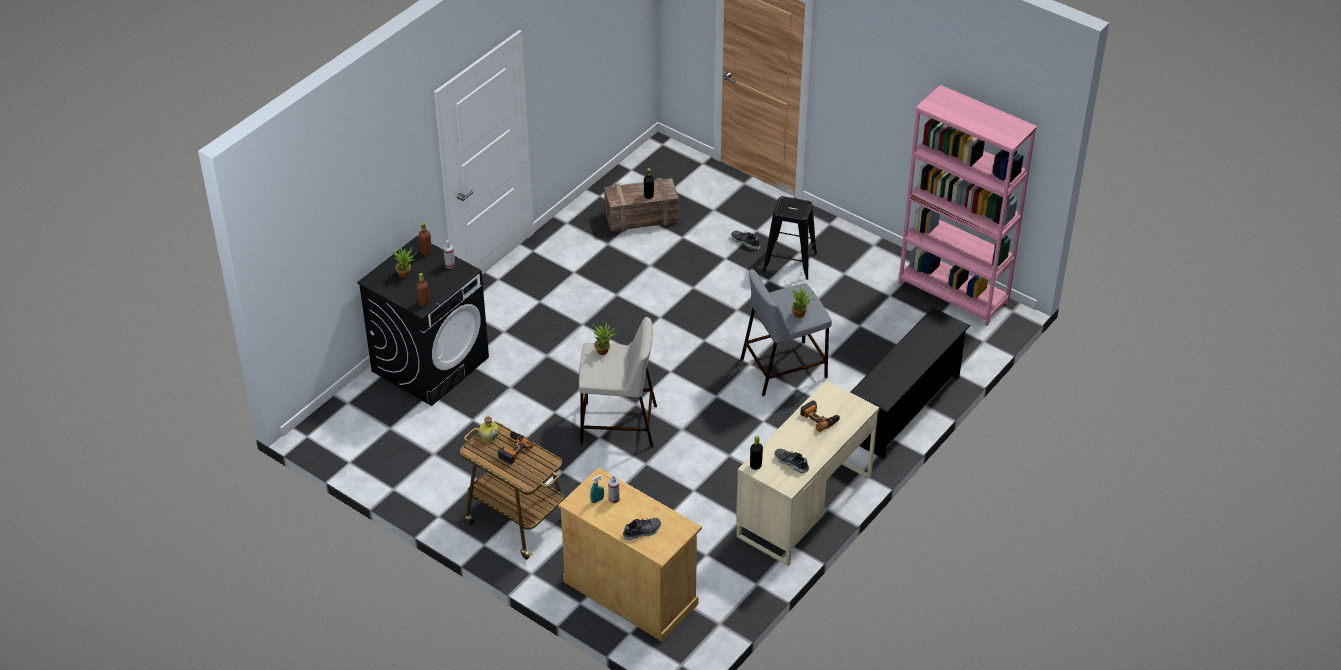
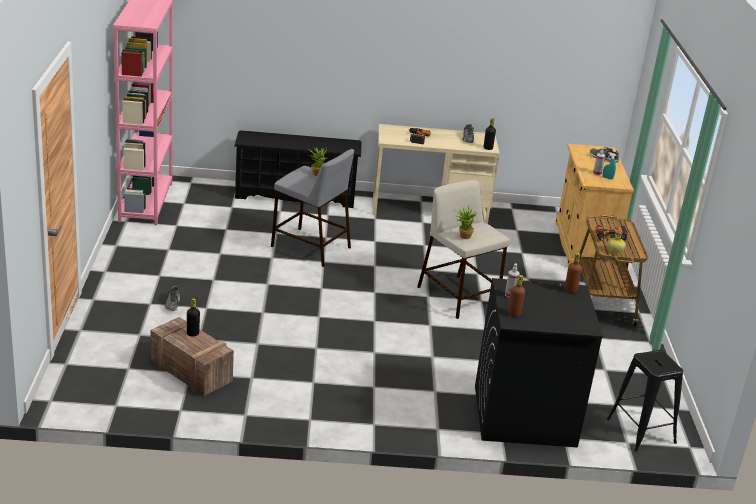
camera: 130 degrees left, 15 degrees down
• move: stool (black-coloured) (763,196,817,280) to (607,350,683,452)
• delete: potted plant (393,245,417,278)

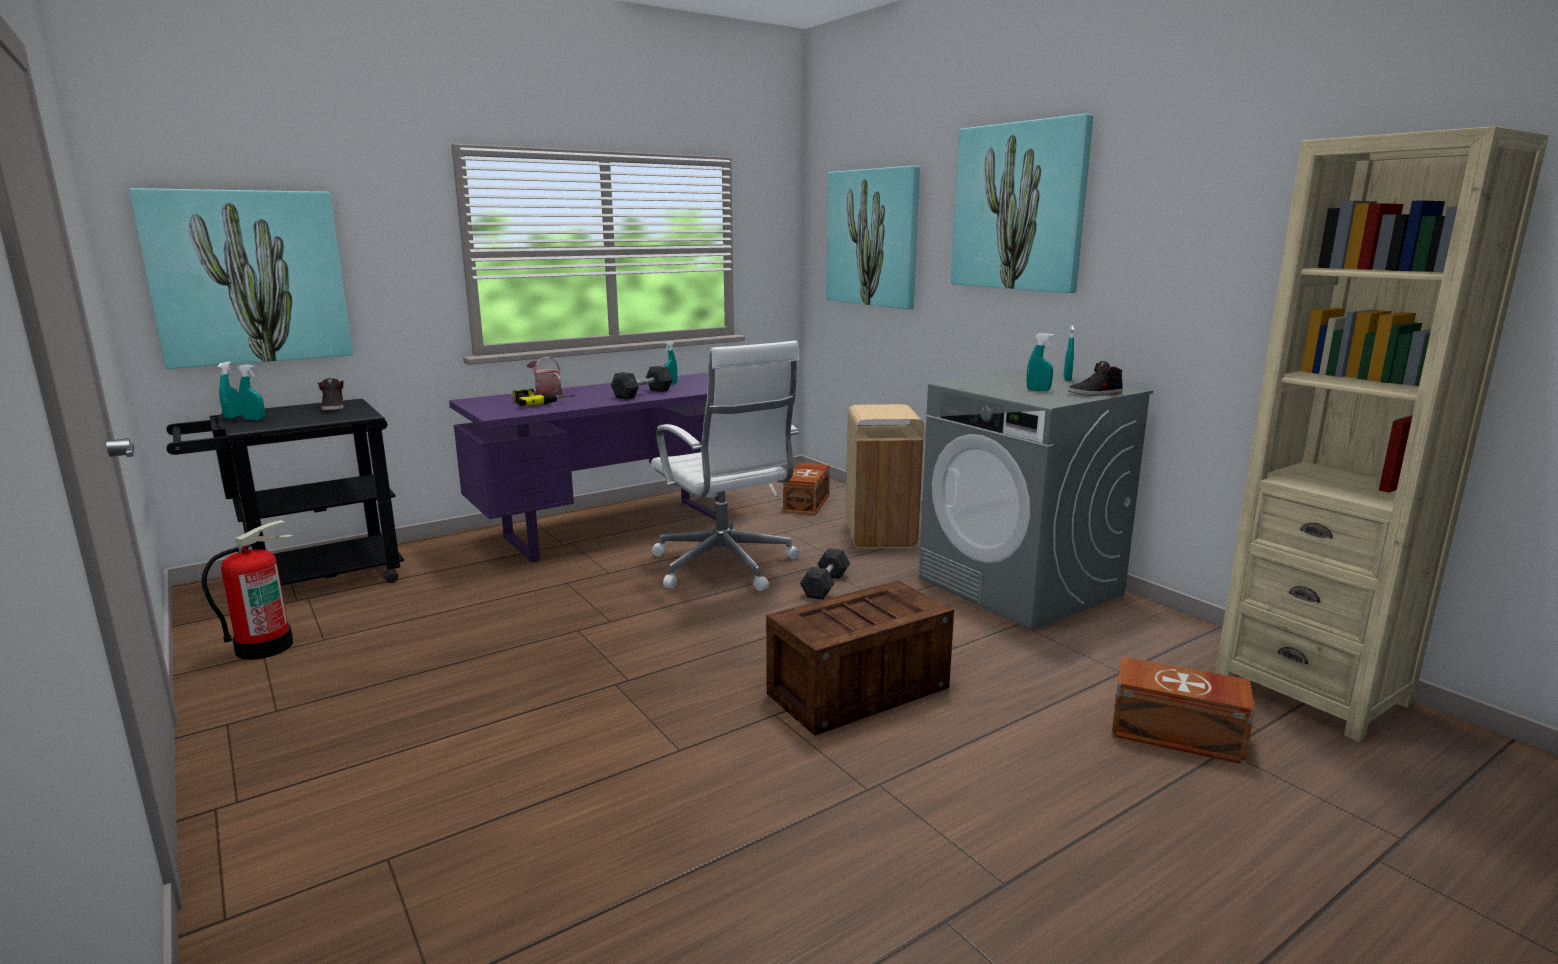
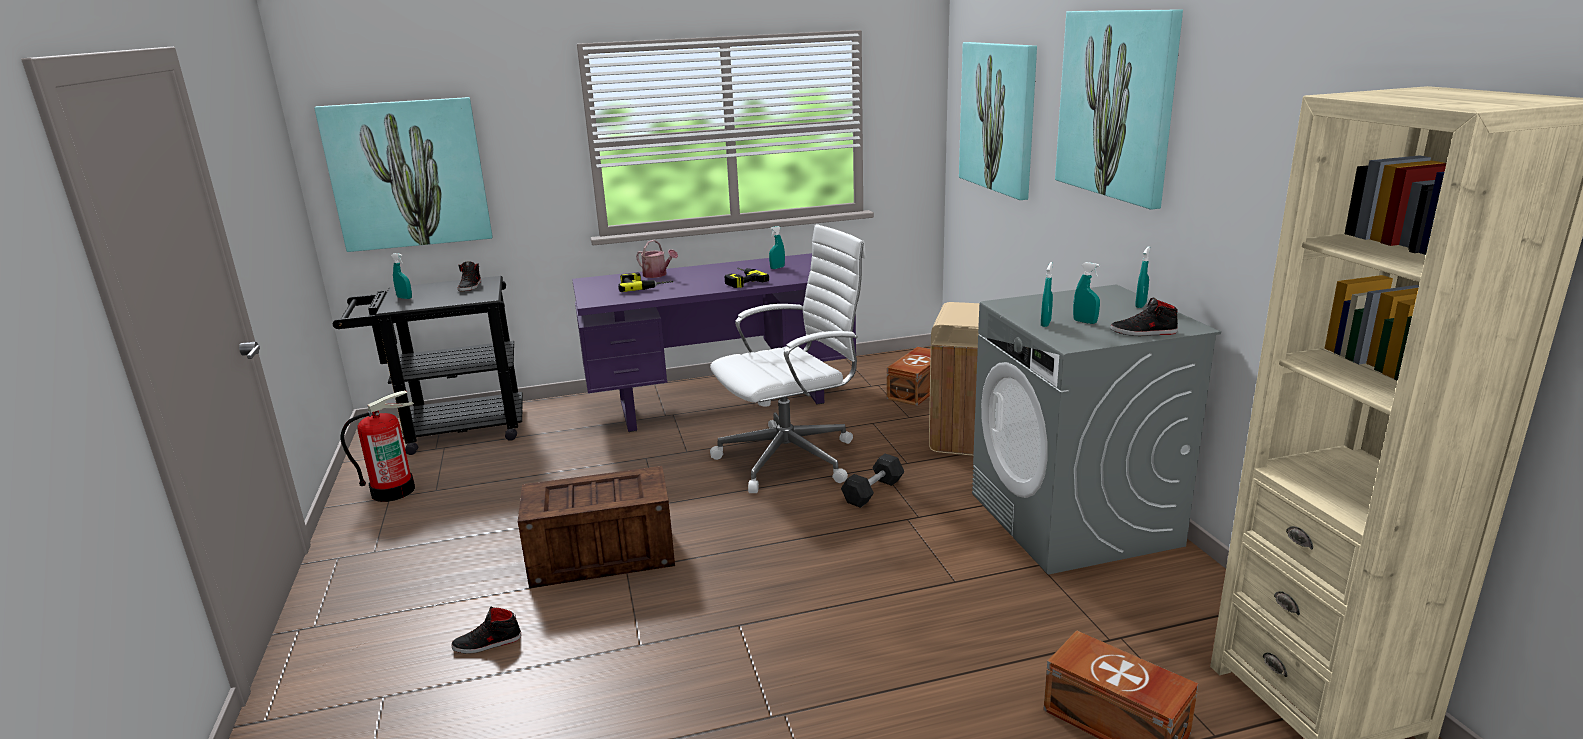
camera: 20 degrees right, 5 degrees up
• insert: shoe (black-coloured) (451,607,521,654)
• move: crate (766,580,954,736) to (518,466,675,588)
• rotate: watering pot (527,357,562,396) = (636,240,678,278) 150 degrees clockwise
• rotate: computer chair (whitish) (651,341,800,591) = (710,224,866,493) 105 degrees counterclockwise
• replace: dumbbell (gray) (611,366,673,400) to drill (725,267,769,288)
• move: hand sprayer (turquoise) (217,362,242,419) to (1041,262,1053,327)

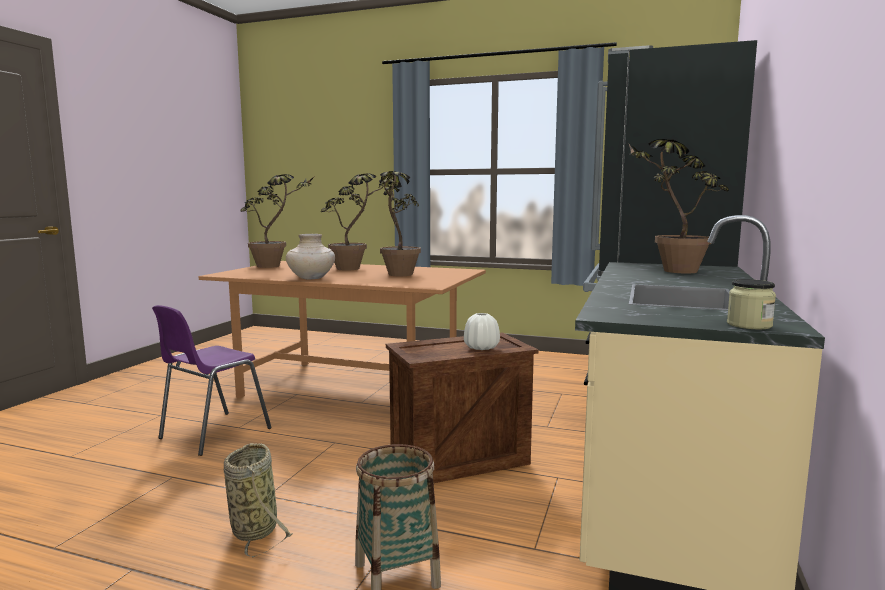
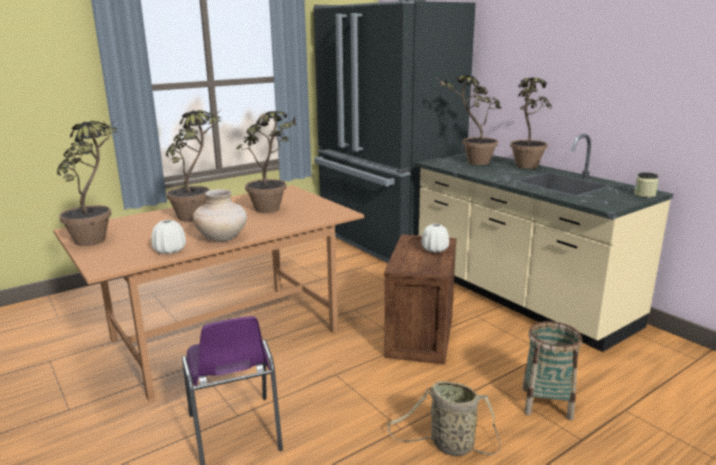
camera: 55 degrees left, 10 degrees up
• insert: flower vase (whitish) (152,220,186,254)
• insert: potted plant (510,77,552,169)

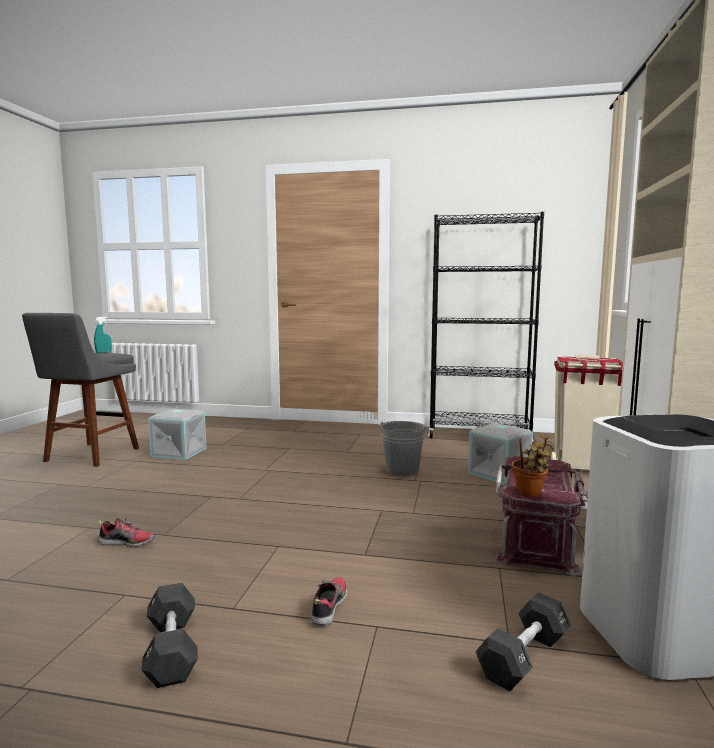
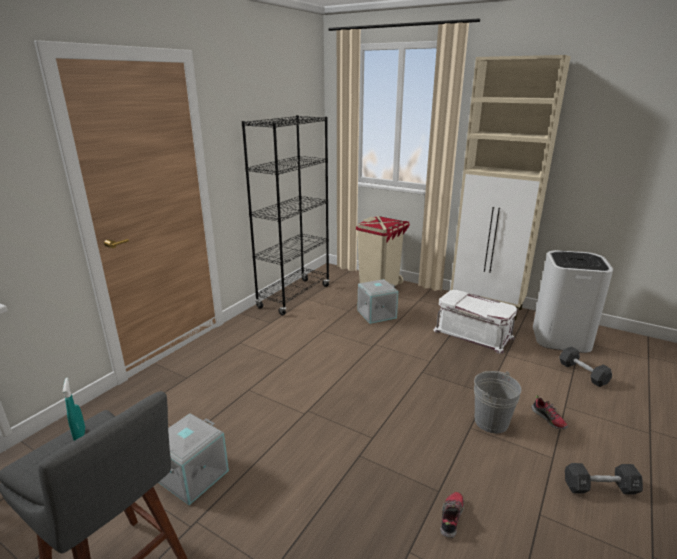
camera: 70 degrees left, 15 degrees up
• recolor: storage container (red) (495,456,588,576) to storage container (whitish) (434,290,518,354)
• move: pail (gray) (380,421,428,476) to (474,371,522,433)
• rotate: shoe (311,578,347,626) = (531,395,568,429) 150 degrees counterclockwise
• delete: potted plant (511,434,553,497)

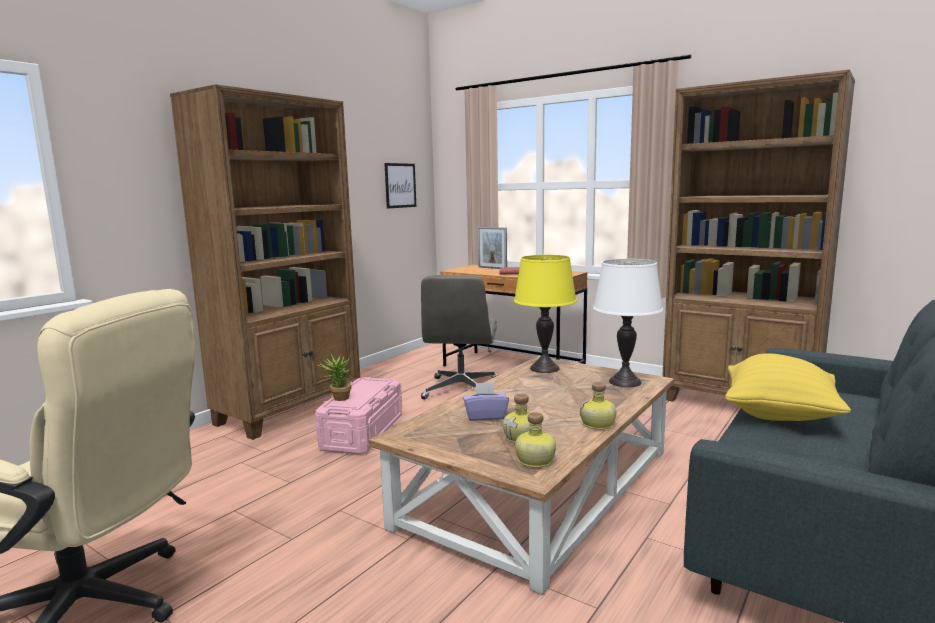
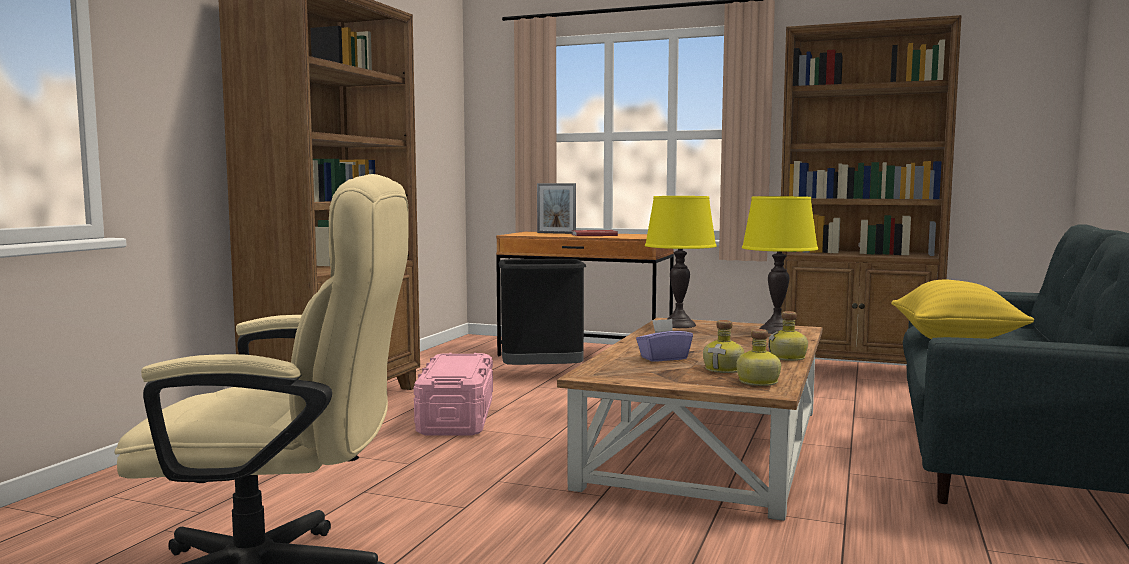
camera: 15 degrees left, 5 degrees down
• replace: computer chair (gray) (421,275,498,400) to waste bin (black-coloured) (499,259,586,365)
• recolor: tabletop lamp (whitish) (593,259,663,387) to tabletop lamp (yellow) (742,196,818,334)
• delete: potted plant (317,353,352,401)
• delete: wall art (384,163,416,209)

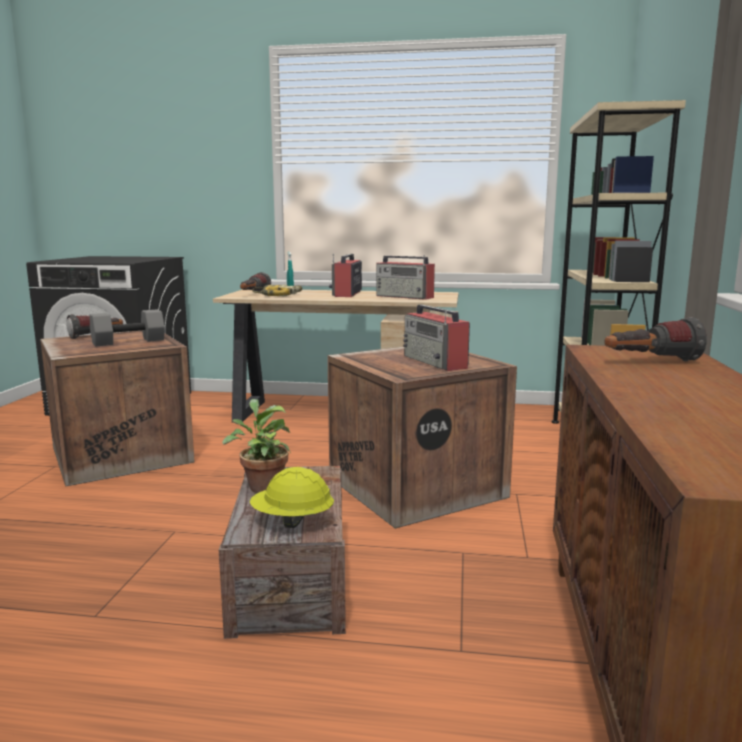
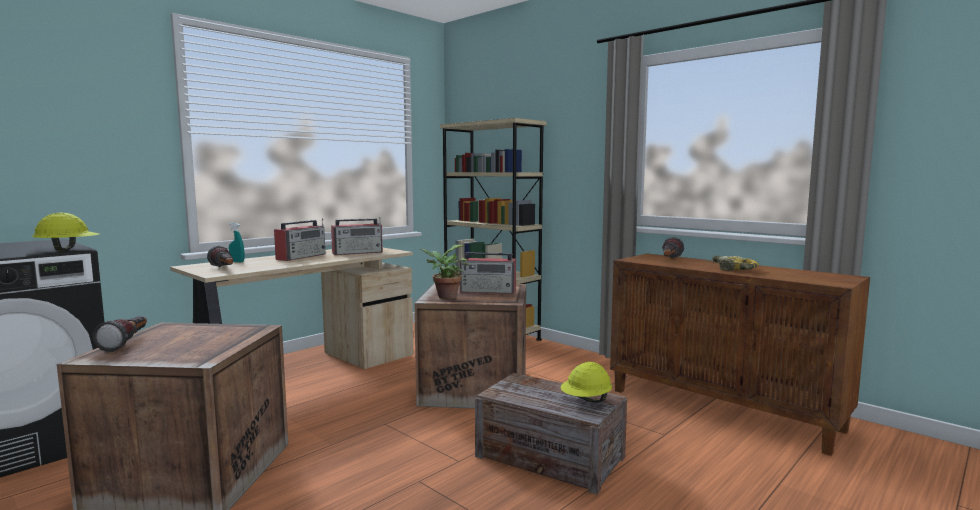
camera: 55 degrees left, 5 degrees down
• insert: safety helmet (yellow) (32,213,100,251)
• rotate: radio set (329,254,362,297) = (274,218,325,261) 105 degrees counterclockwise
• move: potted plant (222,399,291,493) to (420,245,469,299)
• move: drill (252,285,302,297) to (707,255,759,271)
• delete: dumbbell (gray) (90,309,165,346)

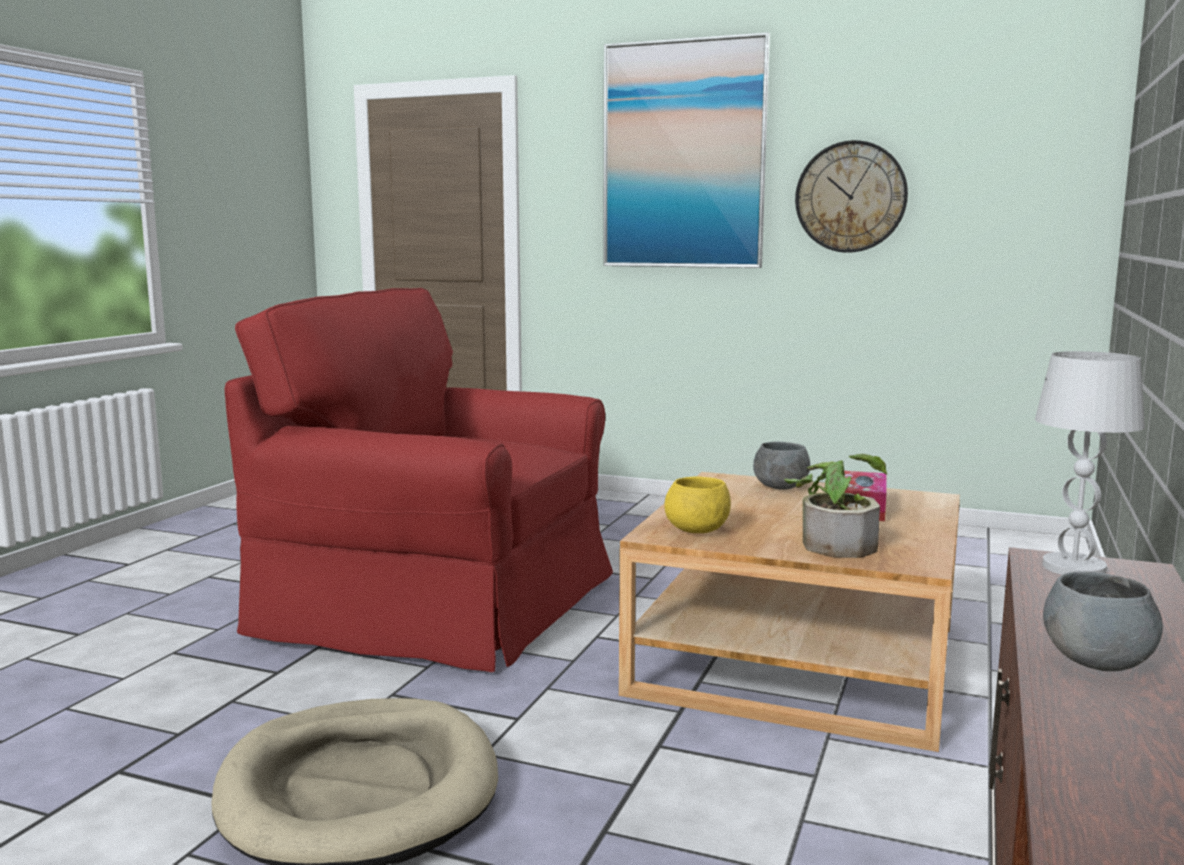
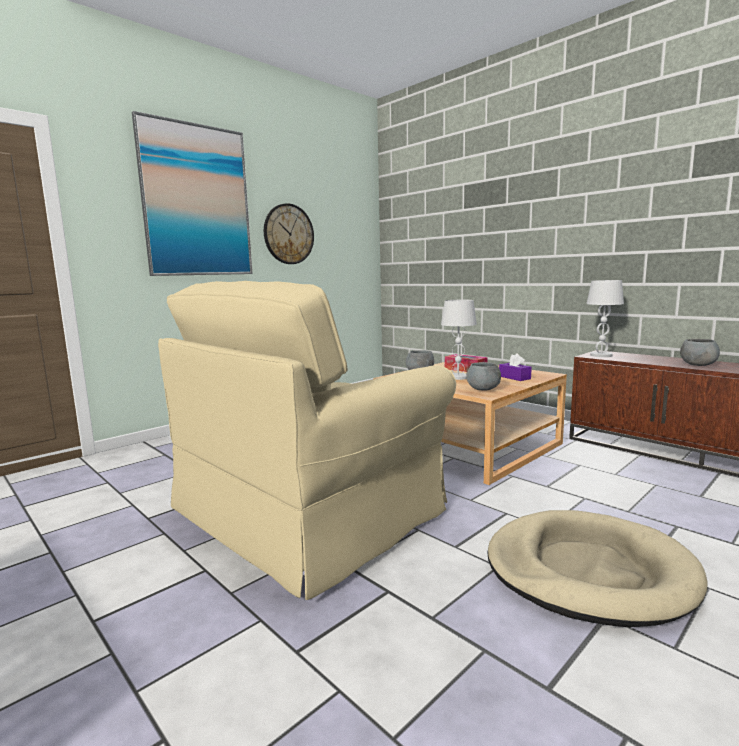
camera: 65 degrees left, 0 degrees up
• recolor: lounge chair (red) (225,288,613,672) to lounge chair (sand-coloured) (158,281,456,600)
• insert: tabletop lamp (whitish) (441,300,477,380)
• recolor: serving bowl (yellow) (664,477,731,533) to serving bowl (gray) (466,362,501,391)
• replace: potted plant (784,454,887,558) to tissue holder (purple-coloured) (499,353,532,381)

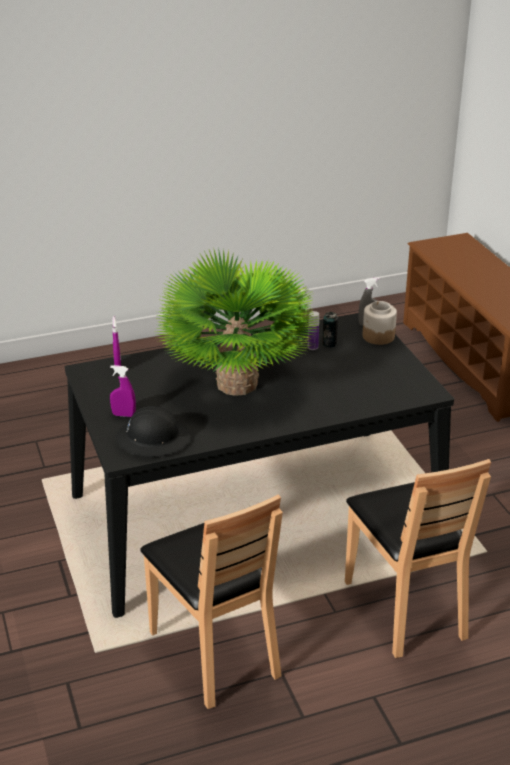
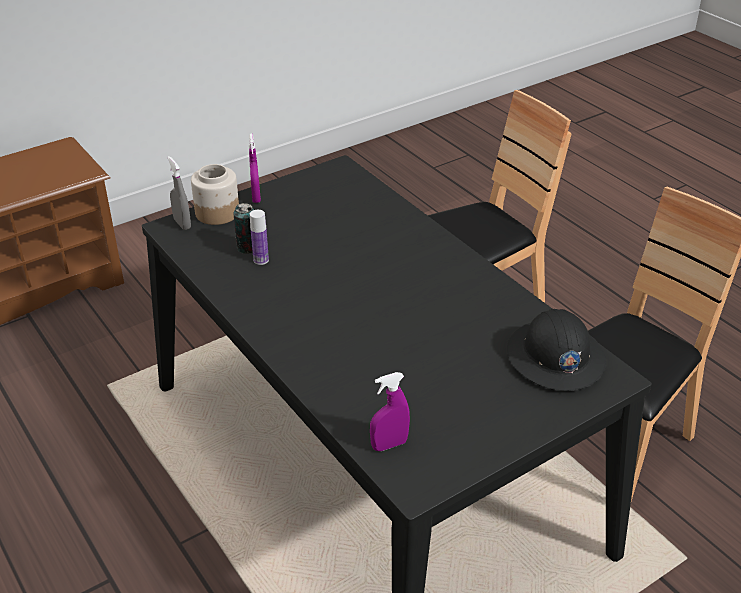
camera: 105 degrees left, 5 degrees up
• move: hand sprayer (purple-coloured) (110,365,136,417) to (249,134,261,203)
• delete: potted plant (156,247,320,396)

